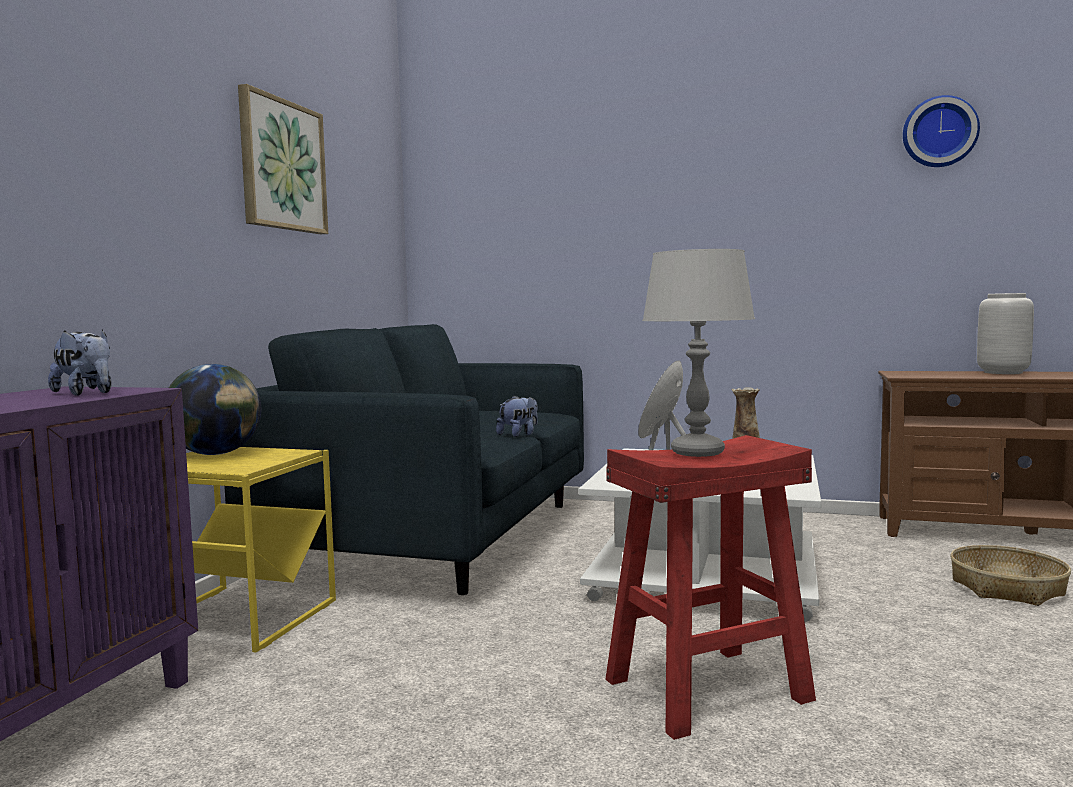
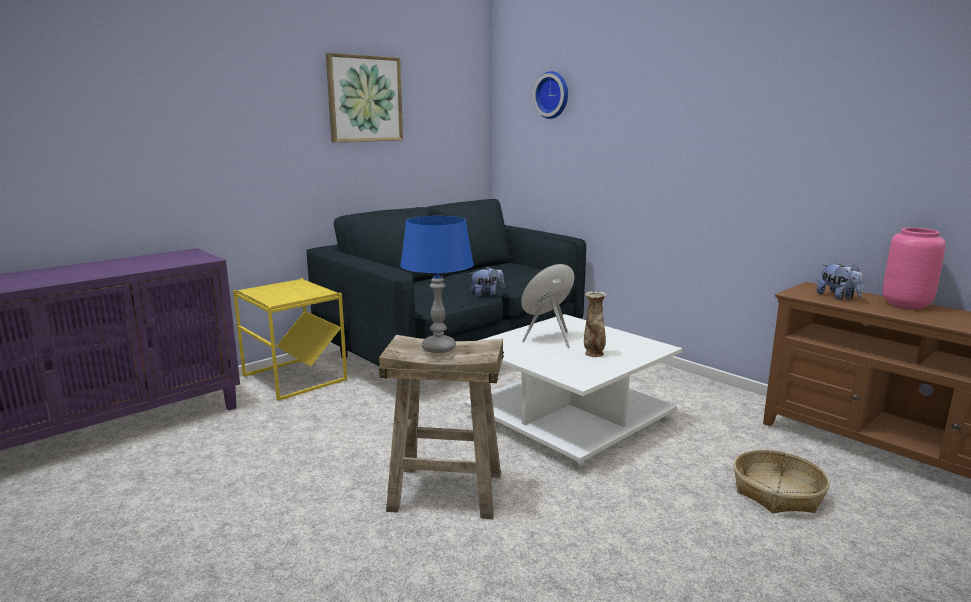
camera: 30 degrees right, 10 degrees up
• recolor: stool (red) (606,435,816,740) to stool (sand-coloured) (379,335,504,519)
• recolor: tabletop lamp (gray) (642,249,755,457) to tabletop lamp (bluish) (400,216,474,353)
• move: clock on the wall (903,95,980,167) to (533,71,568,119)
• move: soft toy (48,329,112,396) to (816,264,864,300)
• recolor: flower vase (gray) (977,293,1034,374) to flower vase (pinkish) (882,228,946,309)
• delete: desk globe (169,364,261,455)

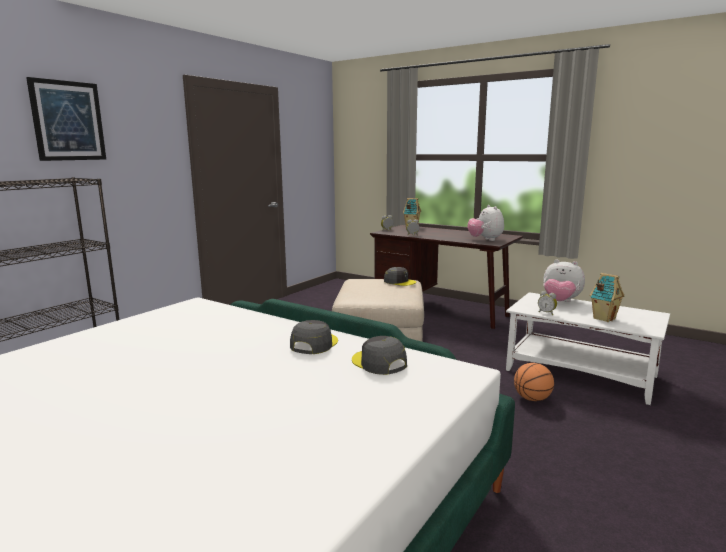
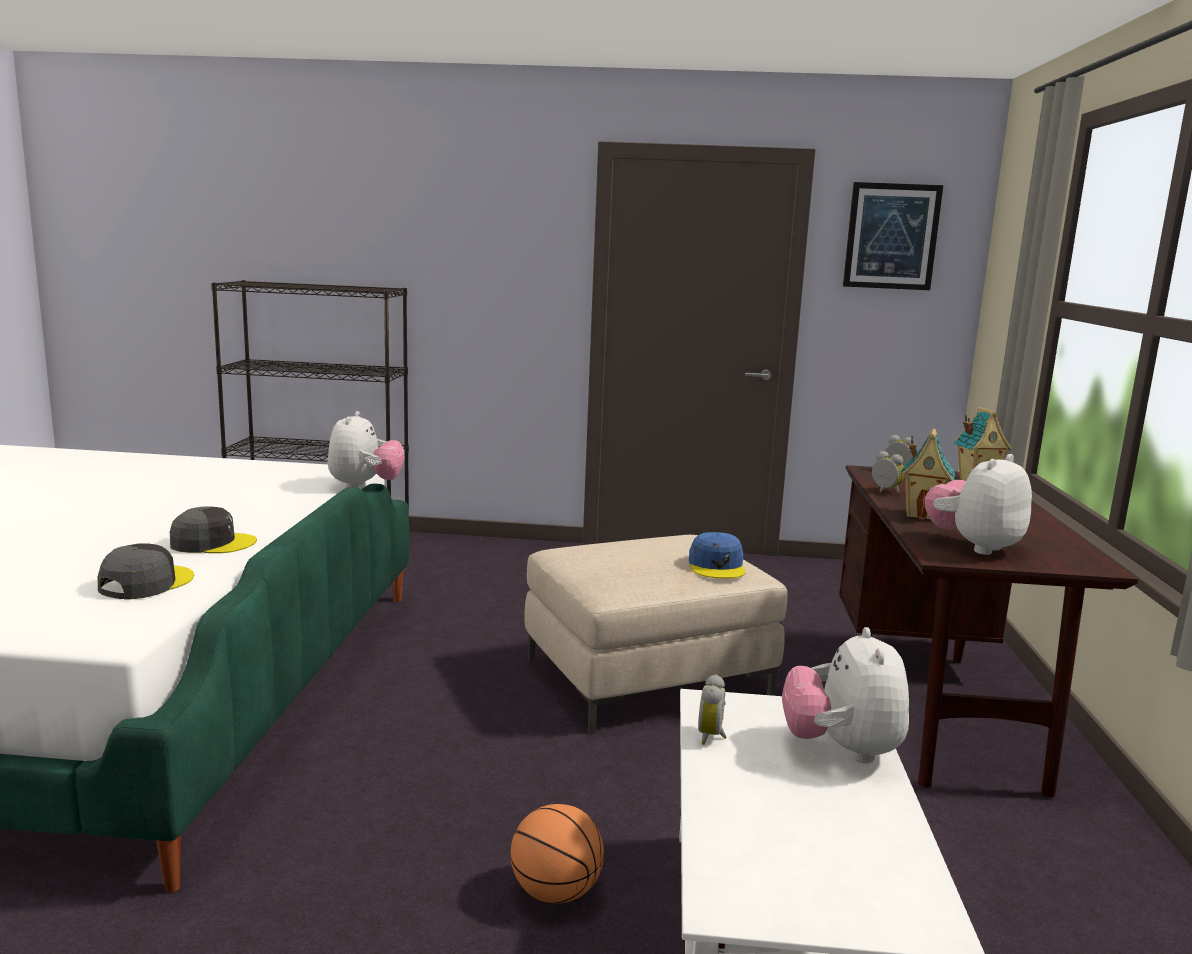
camera: 60 degrees right, 0 degrees up
• insert: soft toy (328,411,404,488)
• recolor: baseball cap (gray) (384,267,416,286) to baseball cap (bluish) (689,532,745,579)
• move: wall art (26,77,106,161) to (843,182,943,290)
• move: miniature house (589,273,625,322) to (900,429,955,520)

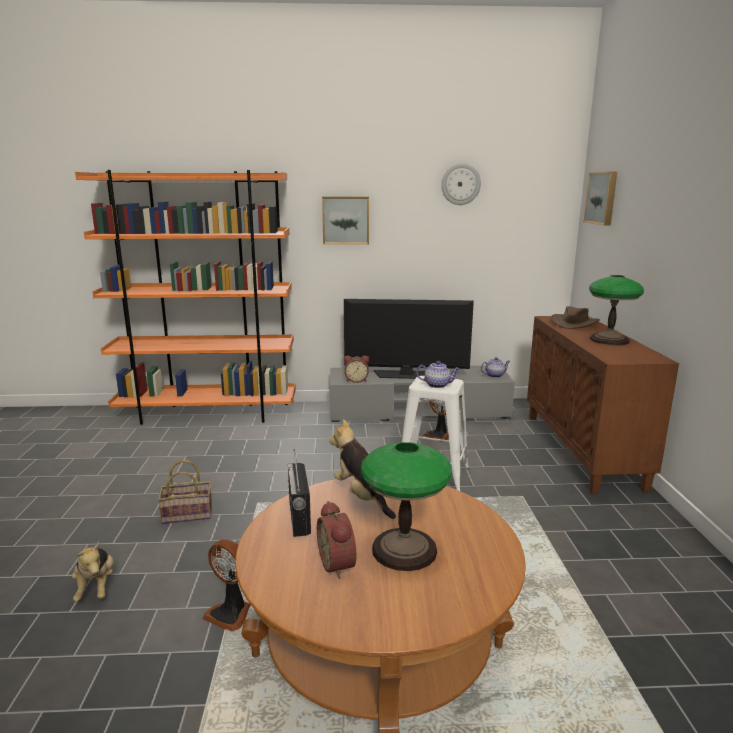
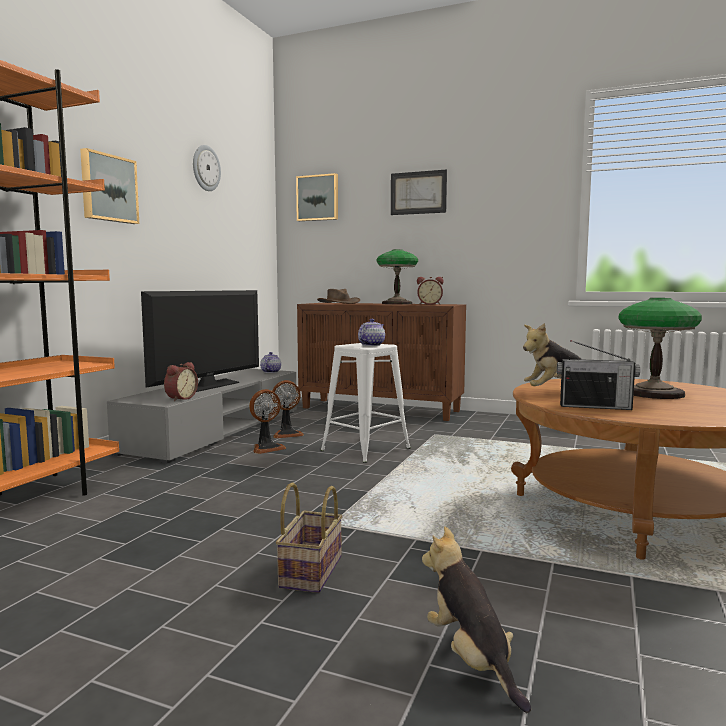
camera: 65 degrees left, 10 degrees down
• move: cooling fan (202,539,250,632) to (249,389,286,454)
• insert: wall art (391,169,447,215)
• move: table clock (317,501,356,579) to (417,277,444,305)
• rotate: soft toy (72,542,113,601) = (422,526,531,713) 120 degrees counterclockwise

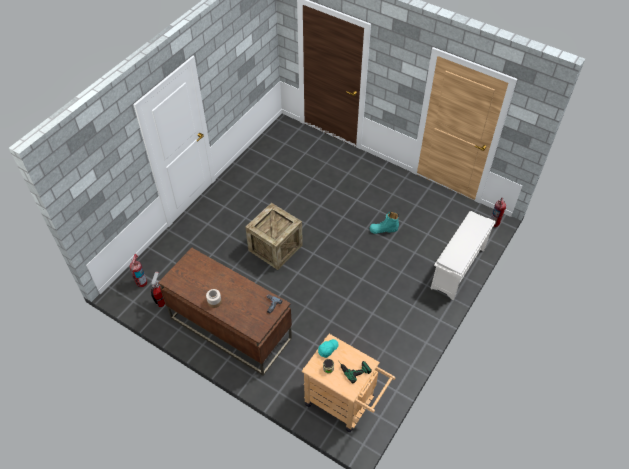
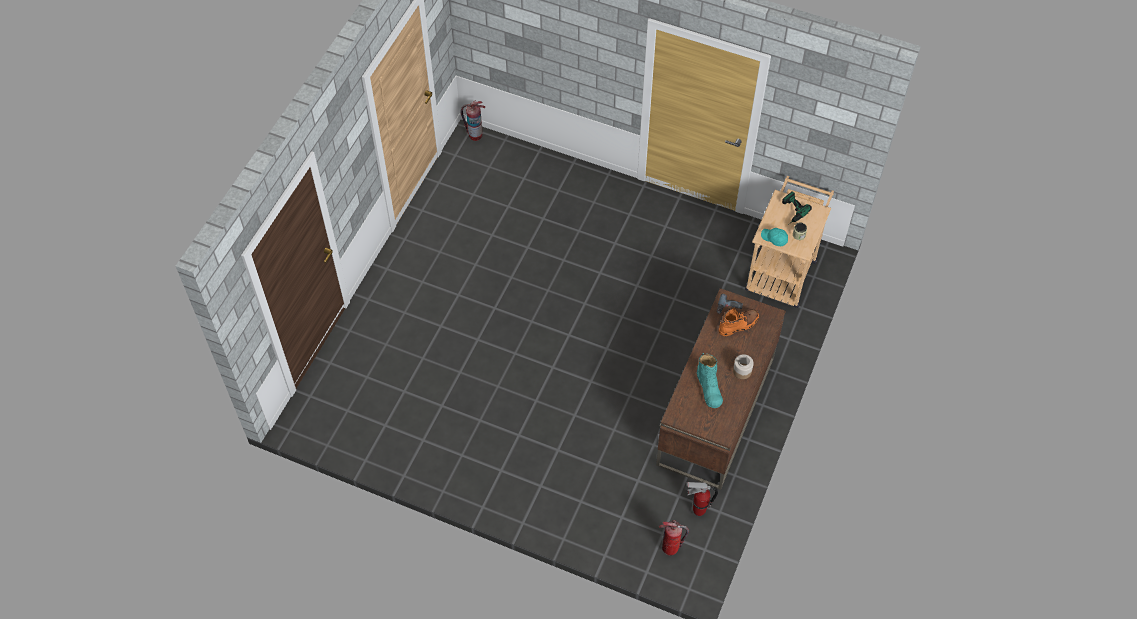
camera: 100 degrees left, 5 degrees up
• move: boot (turquoise) (370,212,399,234) to (697,353,723,408)
• insert: boot (orange-coloured) (718,307,759,336)
• delete: crate (245,203,303,270)
• delete: shoe shelf (whitish) (430,211,496,300)

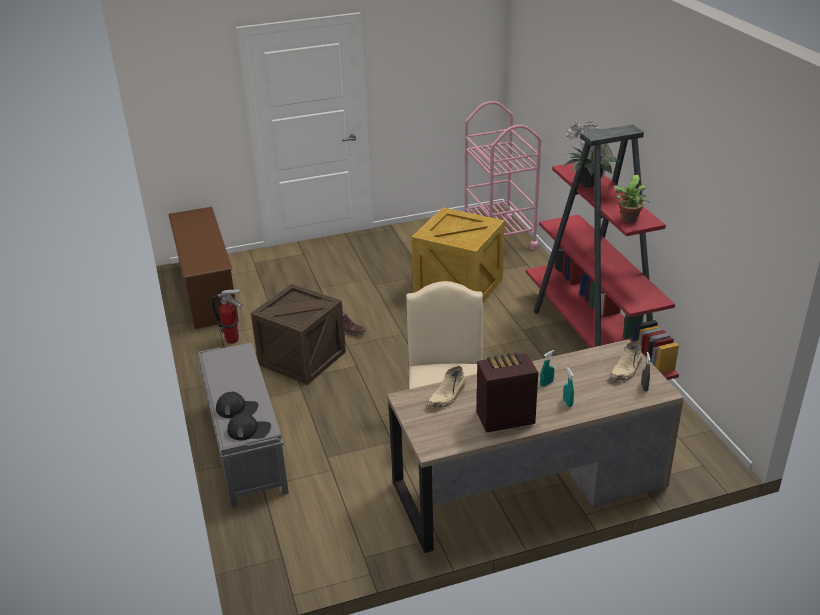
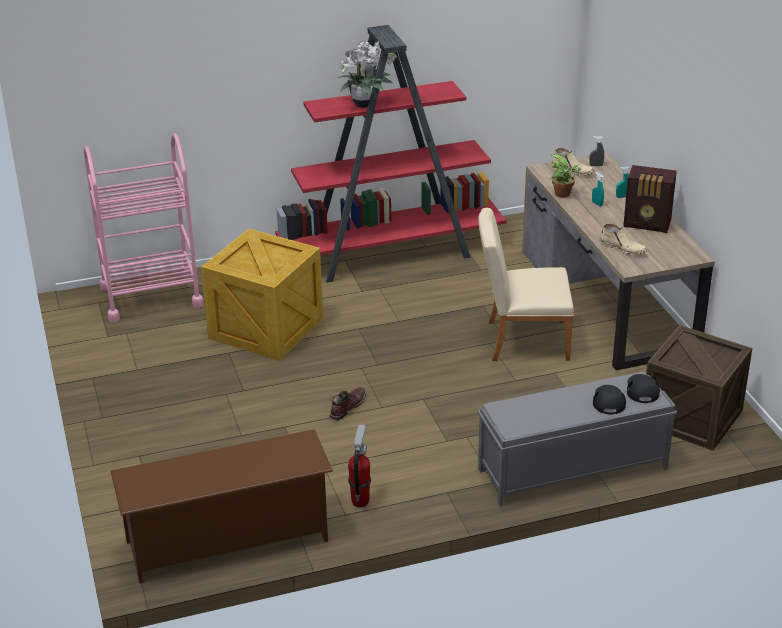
camera: 90 degrees left, 0 degrees up
• move: potted plant (612,175,649,223) to (551,154,582,198)
• rotate: radio set (477,352,538,433) = (623,165,677,233) 60 degrees counterclockwise
• move: crate (251,283,346,385) to (646,325,752,451)

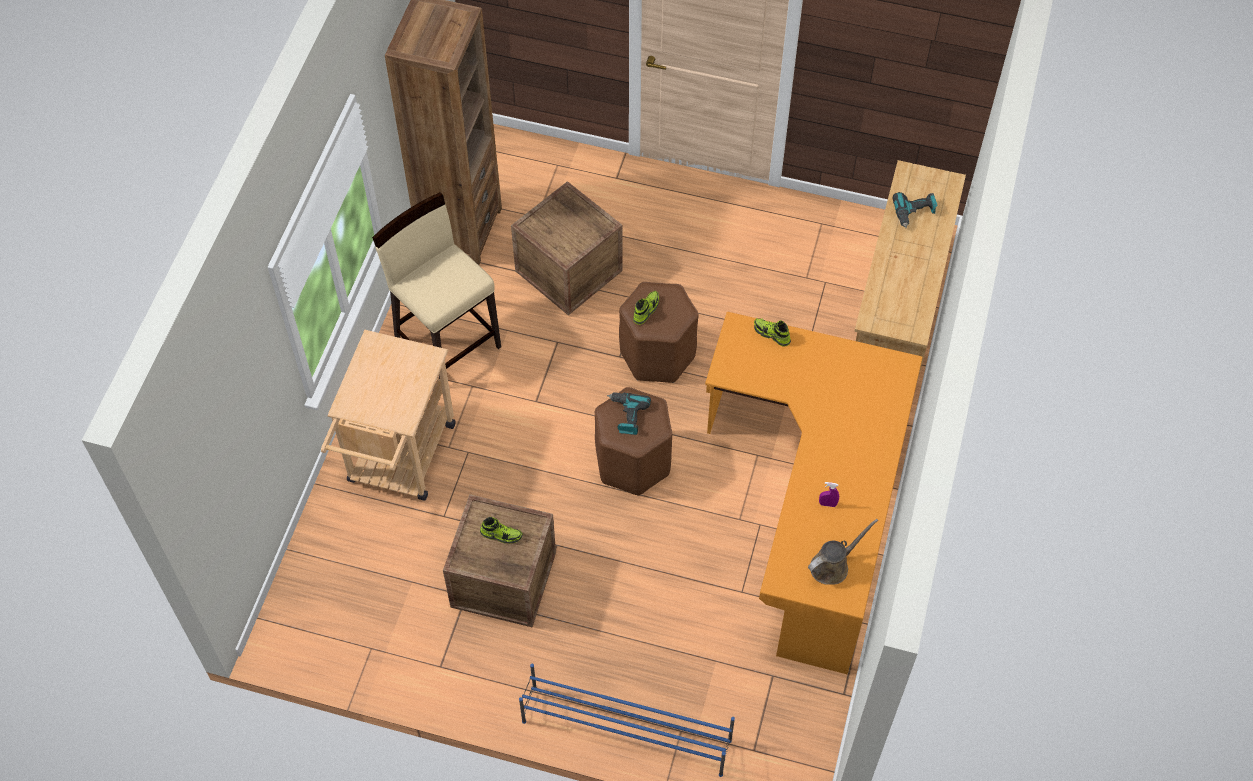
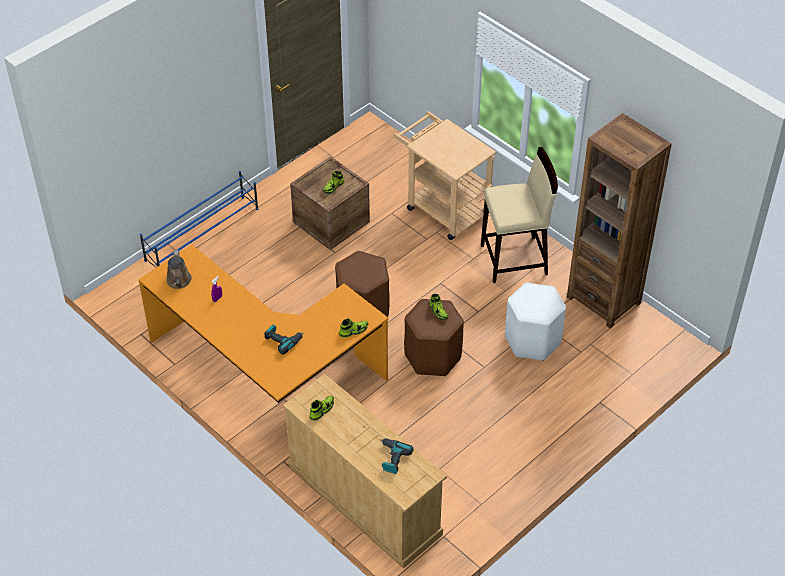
camera: 120 degrees right, 10 degrees down
• move: drill (607,392,651,435) to (265,325,303,355)
• insert: shoe (309,396,334,421)
• replace: crate (511,181,623,315) to stool (whitish) (505,283,566,361)

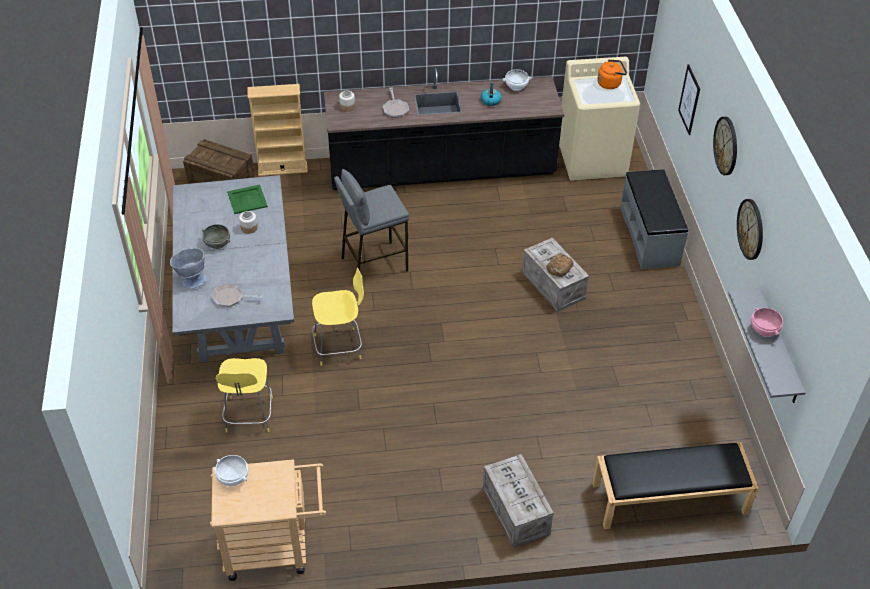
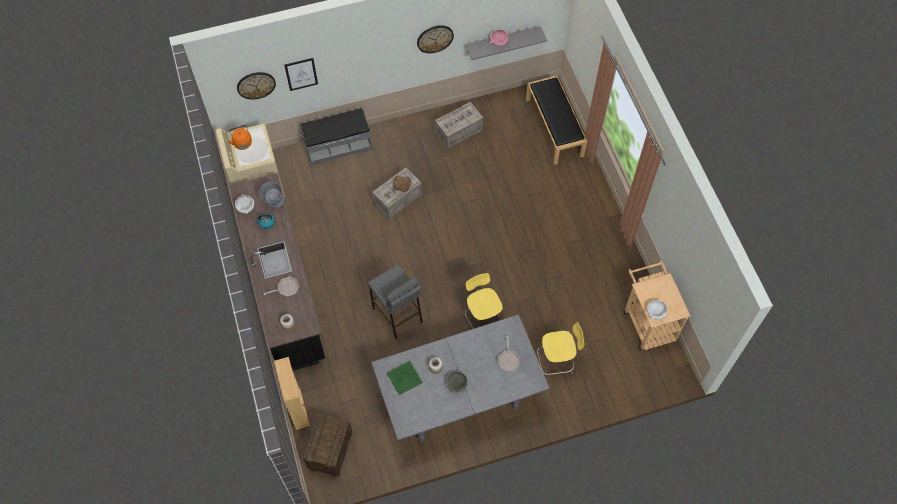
camera: 100 degrees left, 15 degrees up
• move: clock on the wall (713,117,737,175) to (237,72,276,100)
• move: serving bowl (gray) (170,248,207,289) to (259,182,284,208)
• move: crate (482,454,554,548) to (435,102,483,150)

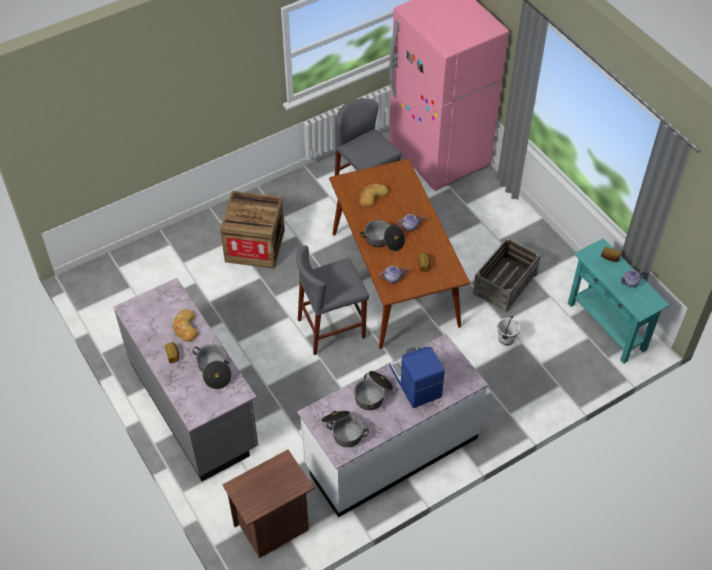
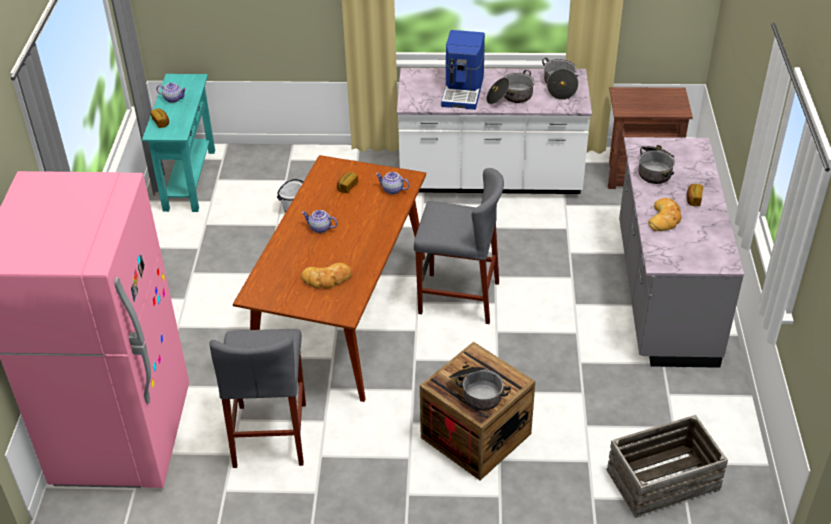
camera: 145 degrees left, 10 degrees down
• move: stockpot (360,220,405,251) to (448,365,511,411)
• move: crate (473,237,541,312) to (606,415,728,518)

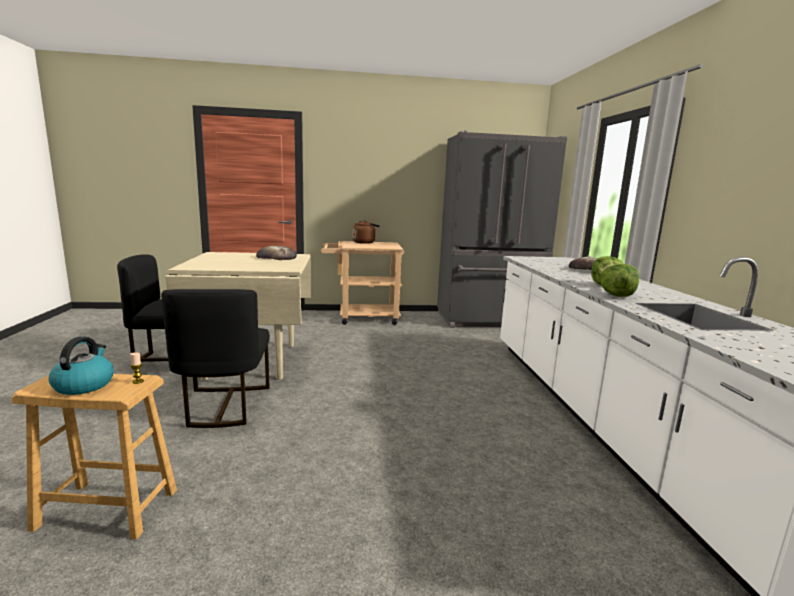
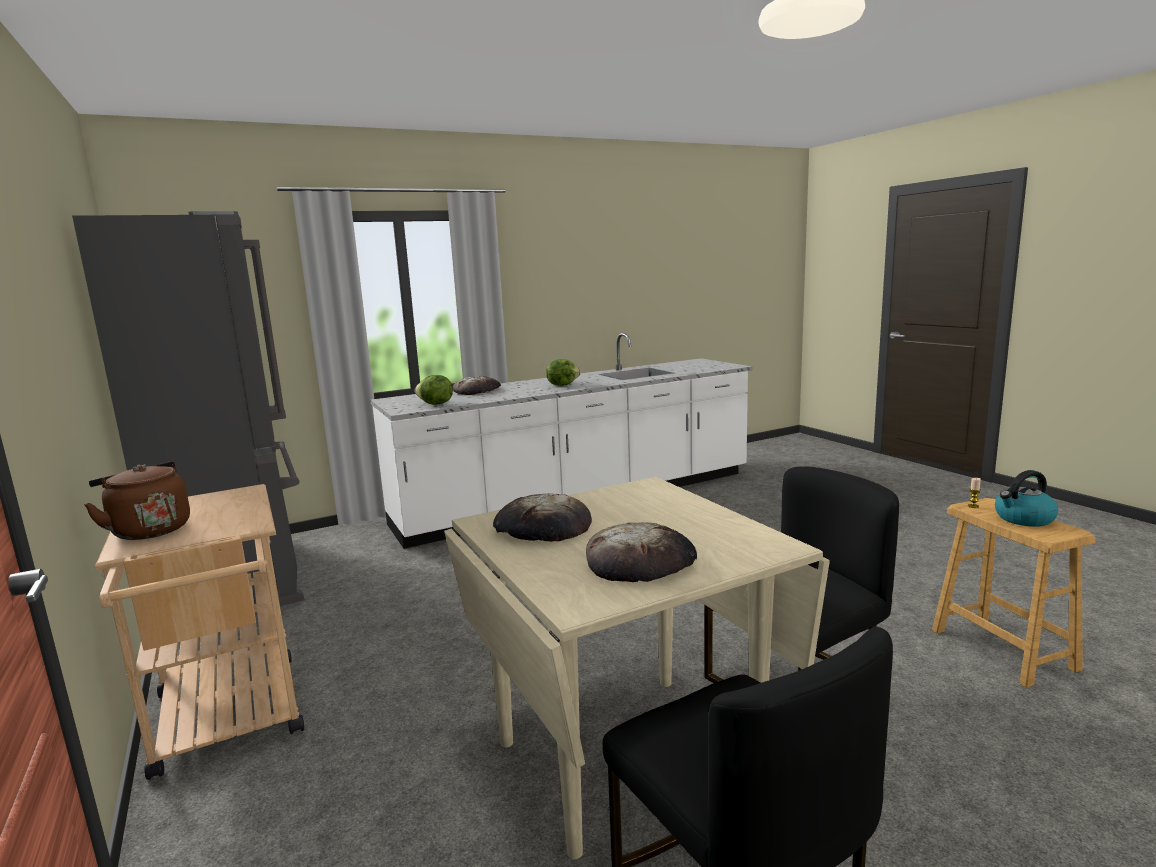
camera: 110 degrees left, 0 degrees up
• move: lettuce head (600,264,639,297) to (415,375,453,405)
• insert: bakery bread (586,522,697,582)

